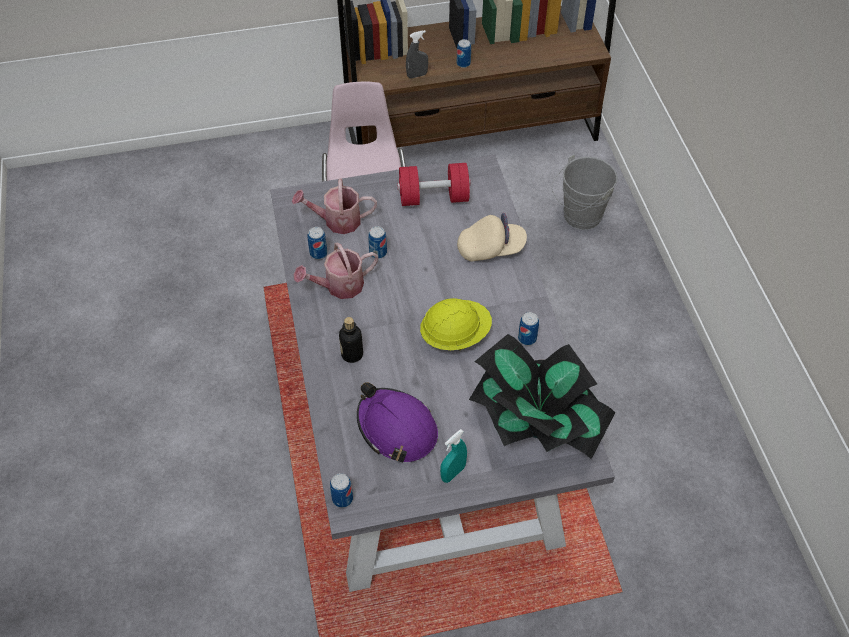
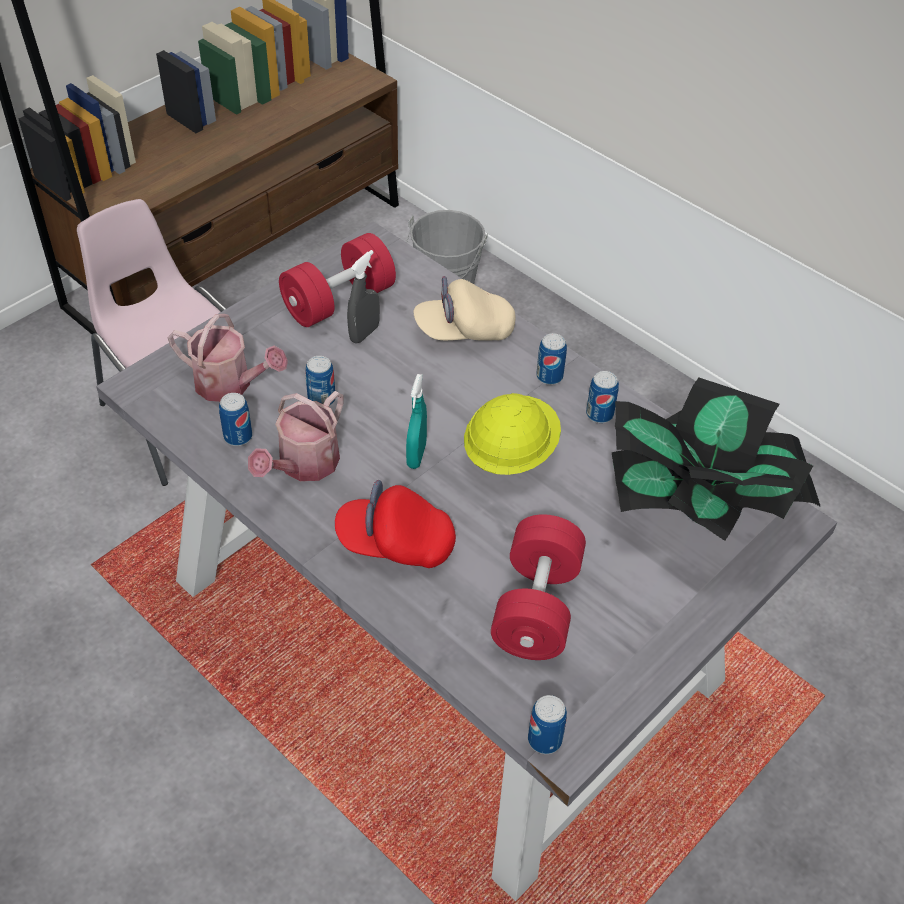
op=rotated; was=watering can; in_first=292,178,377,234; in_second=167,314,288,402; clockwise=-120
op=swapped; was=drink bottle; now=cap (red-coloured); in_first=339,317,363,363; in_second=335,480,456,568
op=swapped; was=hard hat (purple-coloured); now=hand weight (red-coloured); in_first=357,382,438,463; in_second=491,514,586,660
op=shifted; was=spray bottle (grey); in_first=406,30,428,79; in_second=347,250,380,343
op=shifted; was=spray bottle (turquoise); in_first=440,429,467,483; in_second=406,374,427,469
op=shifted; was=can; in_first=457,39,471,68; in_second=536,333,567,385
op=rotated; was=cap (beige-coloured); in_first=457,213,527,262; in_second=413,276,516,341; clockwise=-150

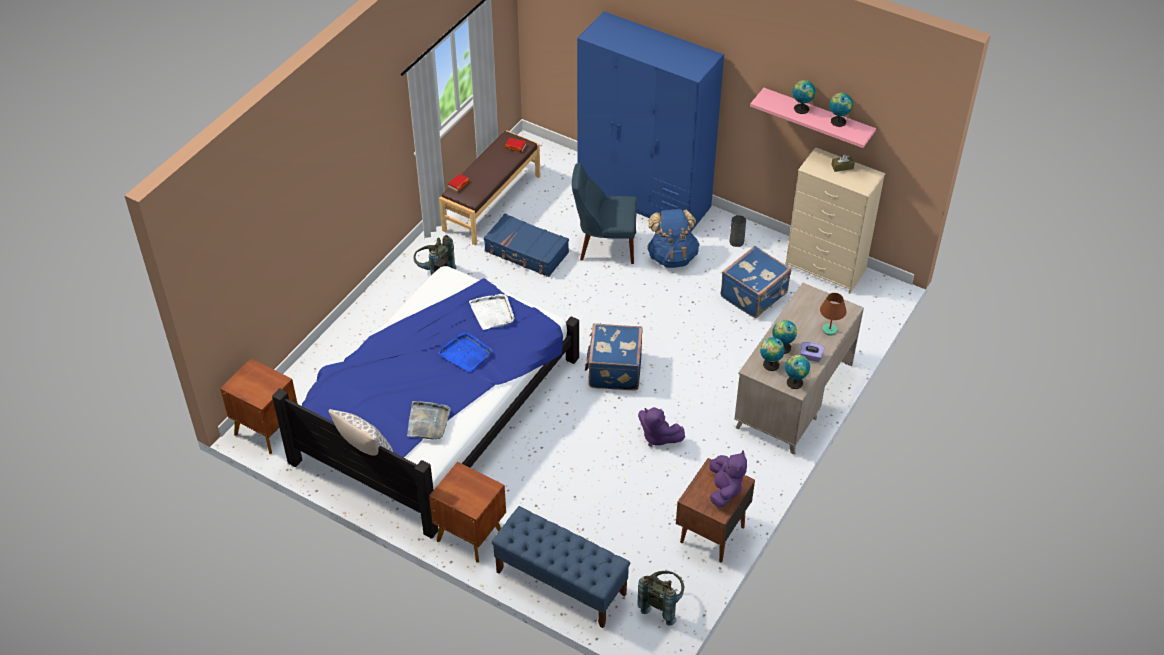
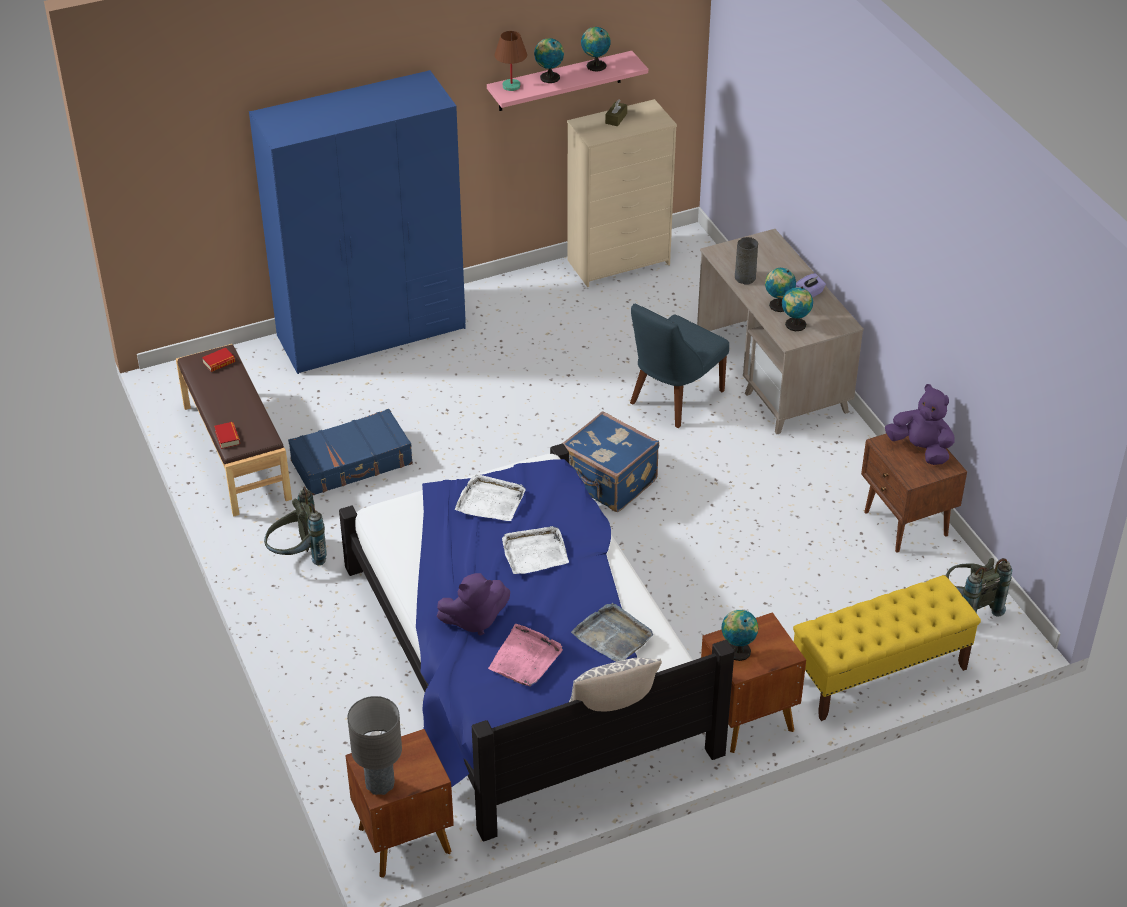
op=repainted; was=tray (blue); now=tray (white); in_first=438,332,493,372; in_second=502,526,569,574
op=repainted; was=indoor bench (blue); now=indoor bench (yellow-coloured); in_first=492,506,631,628; in_second=793,575,981,721
op=shifted; was=plain chair (blue); in_first=572,163,637,264; in_second=630,304,729,428
op=shifted; was=soft toy (purple-coloured); in_first=638,407,685,447; in_second=437,573,510,636
op=gone; was=knapsack (blue); in_first=647,209,700,268
op=gone; was=travel case (blue); in_first=721,246,791,318
op=shifted; was=flower vase (grey); in_first=729,215,746,247; in_second=735,237,758,285
op=shifted; was=world globe; in_first=785,355,810,389; in_second=722,610,758,661
op=shifted; was=table lamp (brown); in_first=820,293,847,336; in_second=494,31,527,91
op=new; now=table lamp (grey); in_second=347,696,402,795
op=new; now=tray (pink); in_second=488,624,563,686

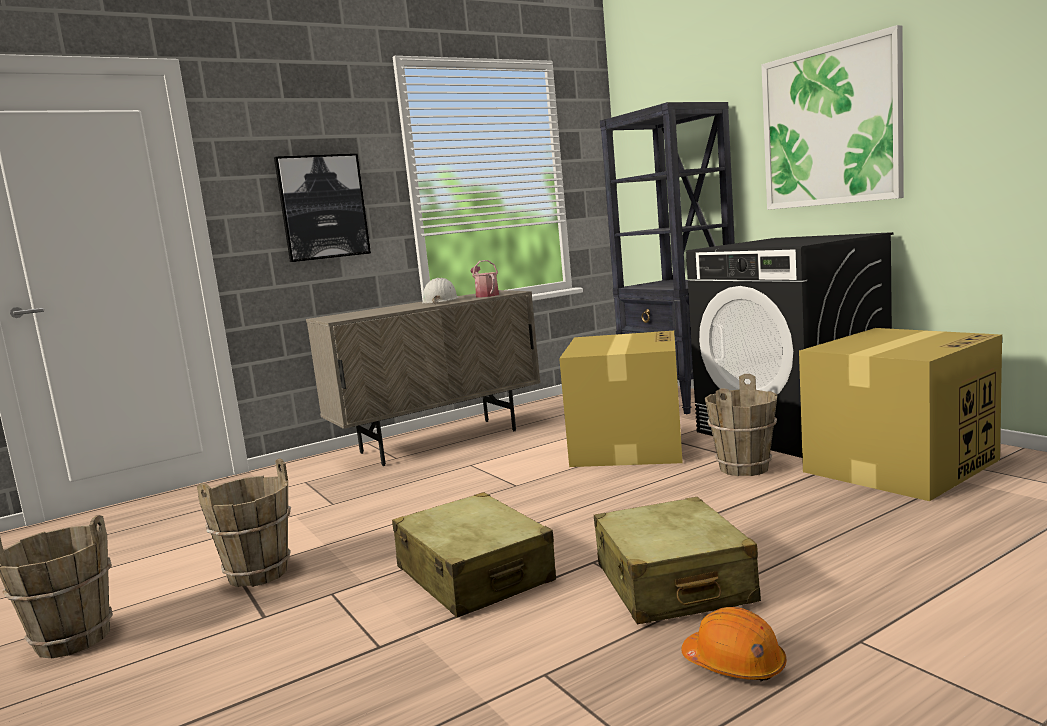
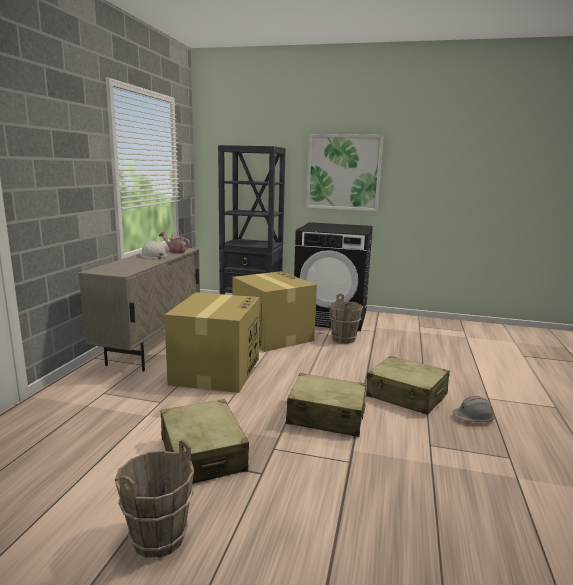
op=swapped; was=water bucket (brown); now=travel case (beige-coloured); in_first=197,458,291,587; in_second=161,399,249,484
op=gone; was=wall art; in_first=274,154,371,262
op=repainted; was=hard hat (orange-coloured); now=hard hat (grey); in_first=681,607,787,681; in_second=453,396,495,422
op=shifted; was=carton; in_first=799,328,1002,501; in_second=164,292,260,393

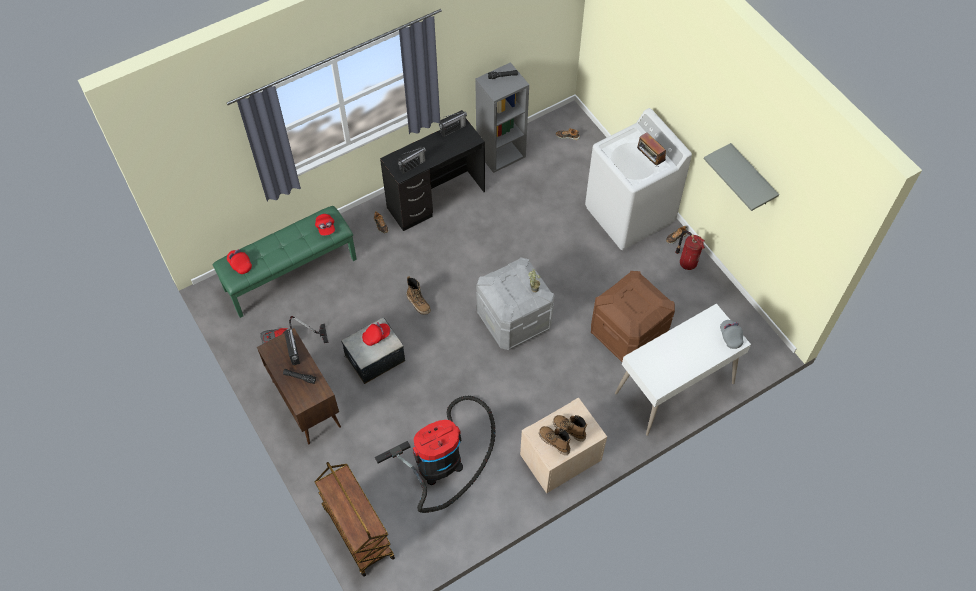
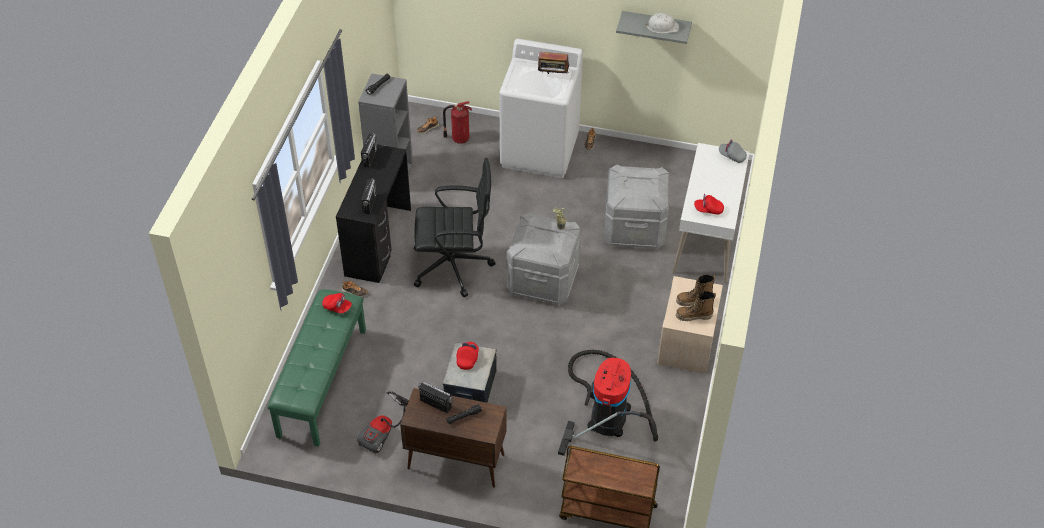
op=shifted; was=cap (red-coloured); in_first=227,249,252,274; in_second=694,194,724,214
op=gone; was=boot; in_first=407,276,431,315
op=repainted; was=storage bin (brown); now=storage bin (grey); in_first=591,271,675,362; in_second=604,165,670,249
op=shifted; was=fire extinguisher; in_first=675,231,705,270; in_second=443,101,472,144
op=new; now=desk chair (black); in_second=414,158,496,298
op=new; now=hard hat (white); in_second=645,13,679,33

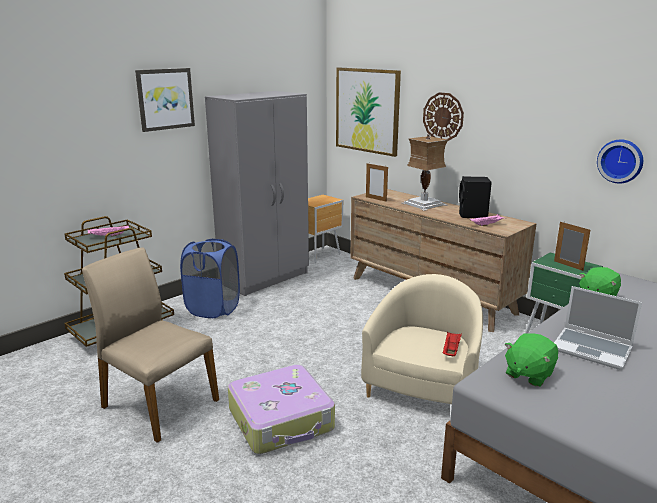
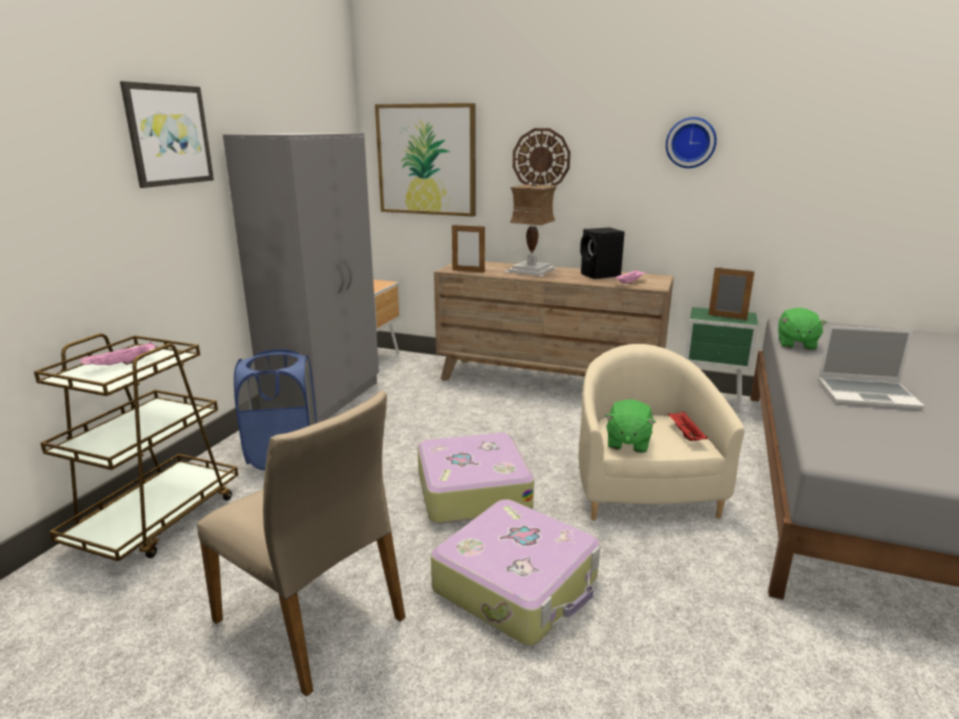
op=rotated; was=plain chair (beige-coloured); in_first=82,248,219,443; in_second=197,391,405,697; clockwise=-150
op=shifted; was=soft toy (green-coloured); in_first=504,333,558,387; in_second=605,399,656,453
op=shifted; was=clock on the wall; in_first=597,140,643,184; in_second=666,117,717,168
op=new; now=travel case; in_second=418,433,534,523

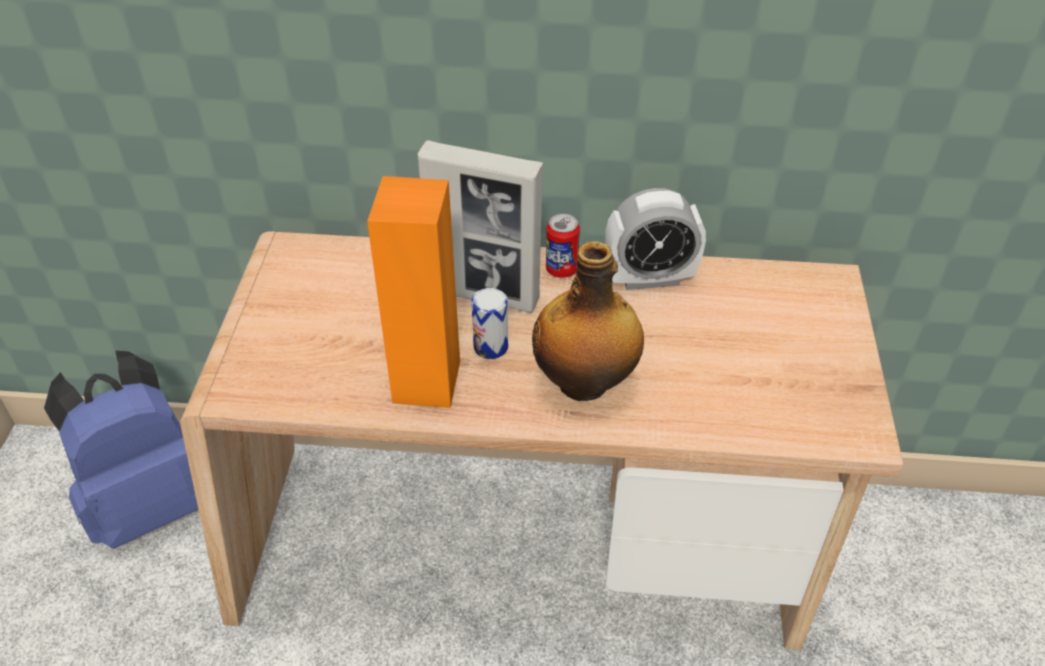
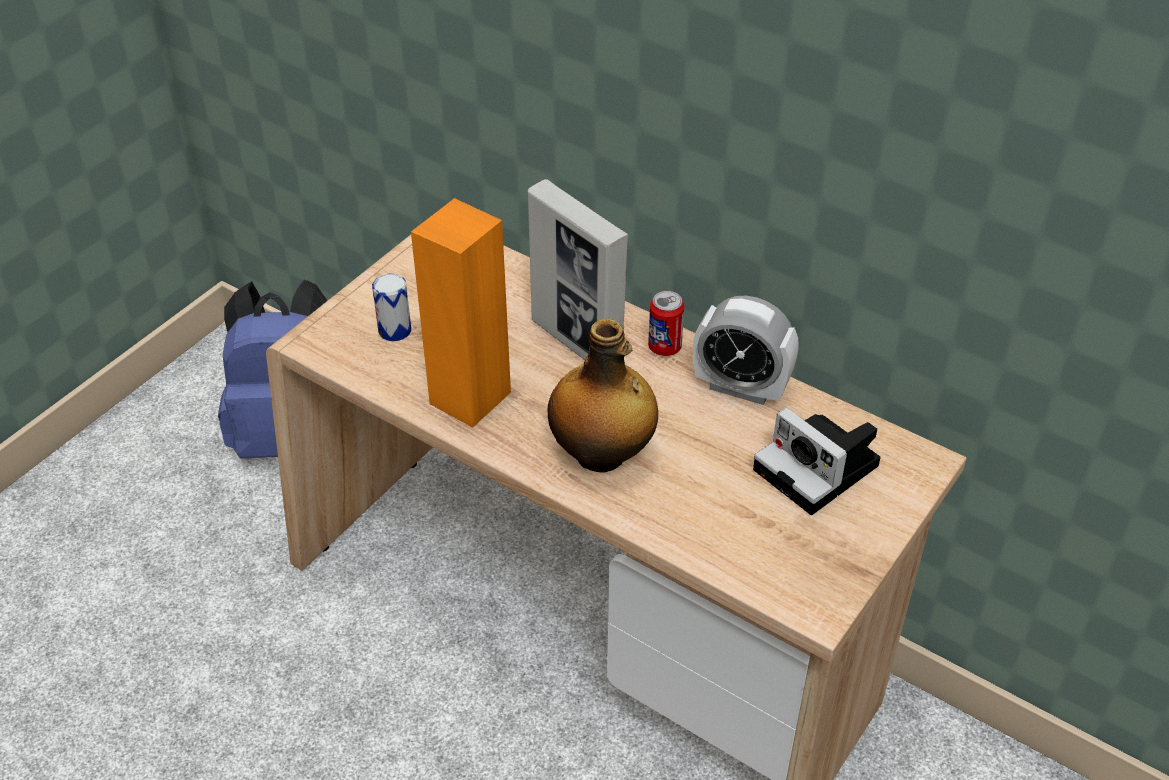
op=shifted; was=can; in_first=471,288,508,359; in_second=372,273,411,341
op=new; now=still camera; in_second=753,408,881,515

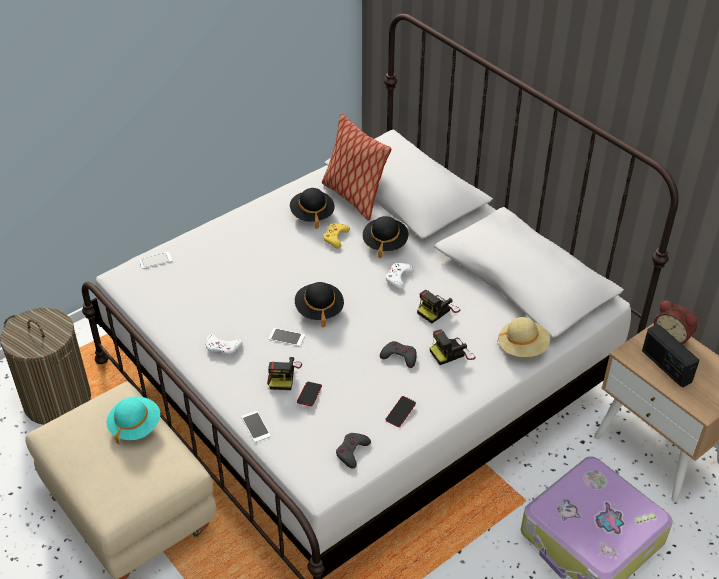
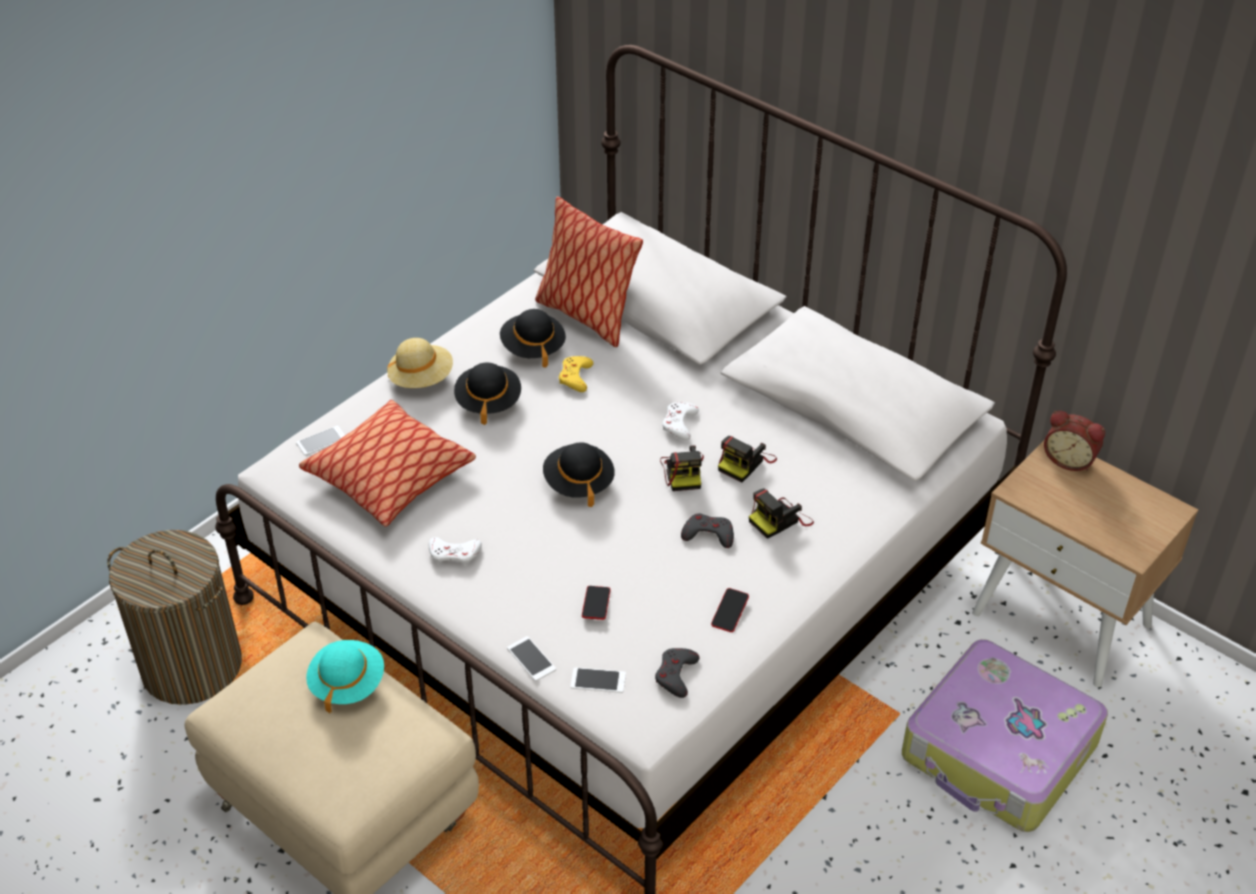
op=shifted; was=still camera; in_first=267,357,302,390; in_second=660,445,704,491
op=shifted; was=phone; in_first=268,328,305,346; in_second=571,667,626,693
op=shifted; was=wearable hat (black); in_first=363,216,408,259; in_second=454,363,521,425
op=shifted; was=wearable hat (beige-coloured); in_first=497,317,550,357; in_second=387,338,453,388
op=gone; was=radio; in_first=642,324,699,387
op=new; now=cushion; in_second=299,400,476,527

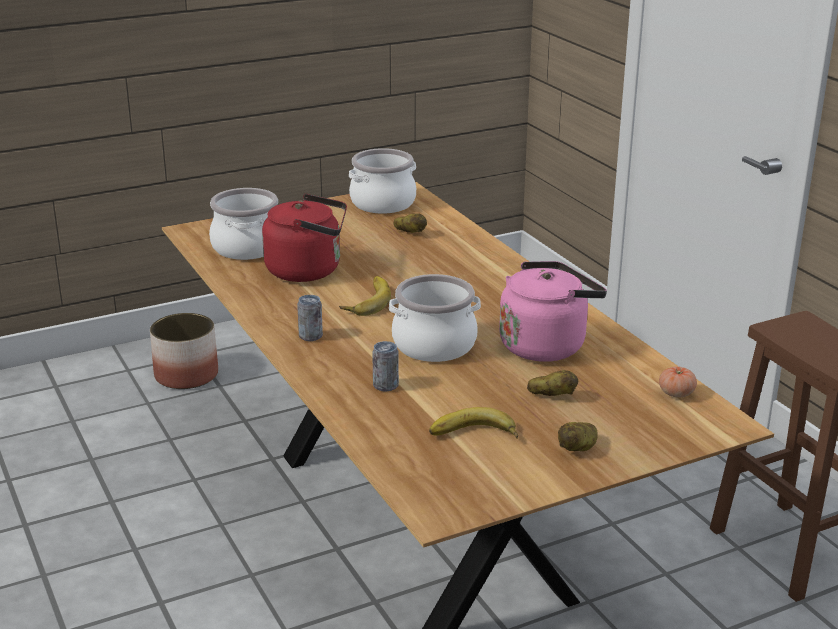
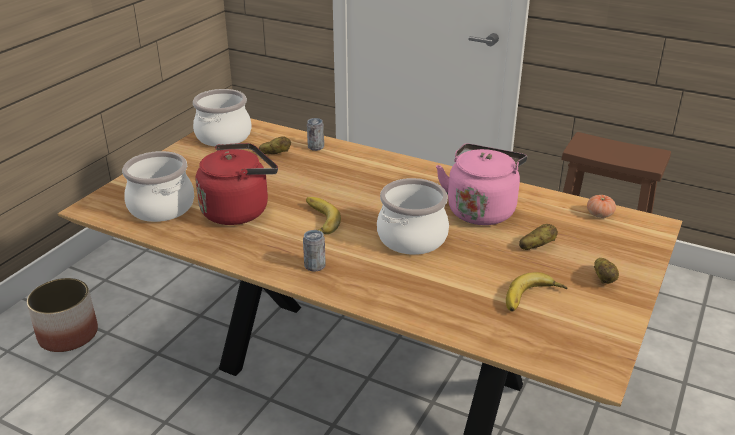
op=shifted; was=can; in_first=372,341,399,392; in_second=307,118,324,151

